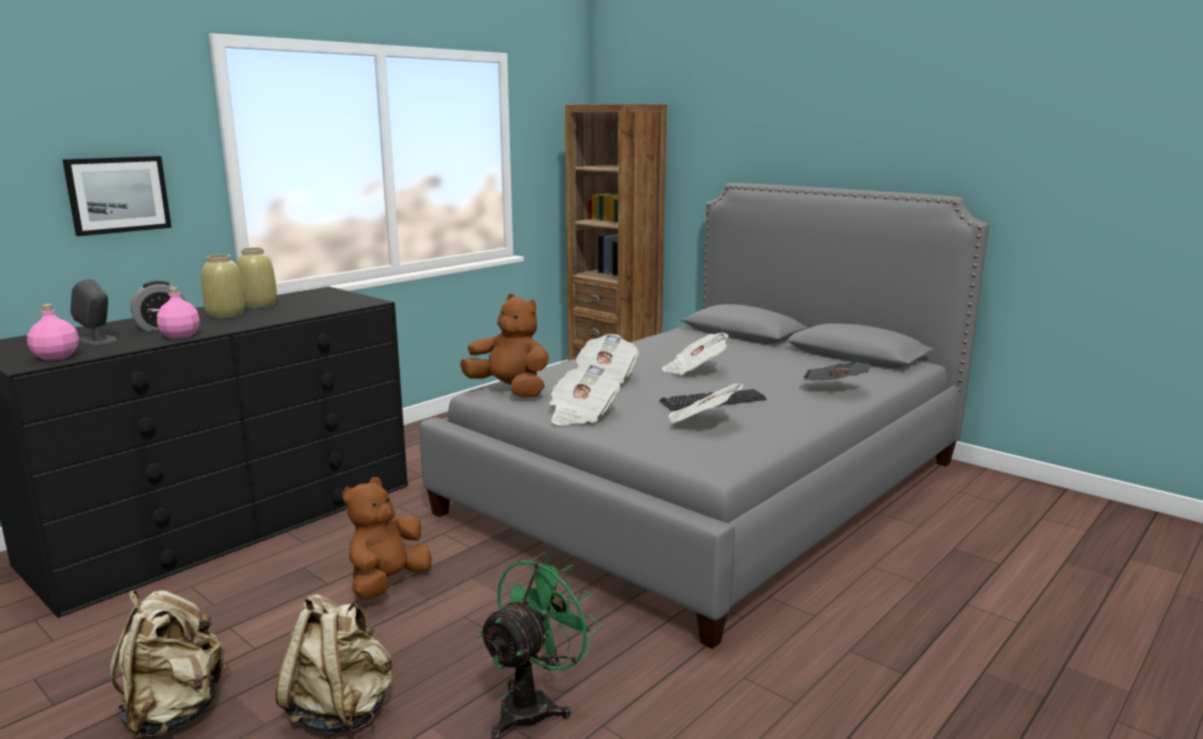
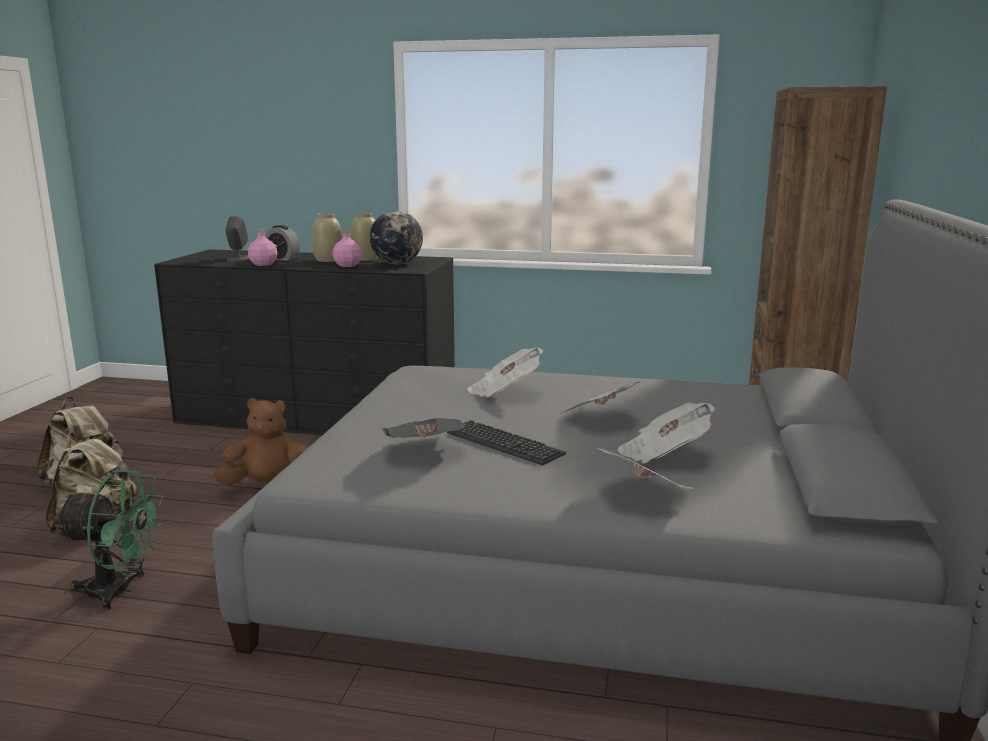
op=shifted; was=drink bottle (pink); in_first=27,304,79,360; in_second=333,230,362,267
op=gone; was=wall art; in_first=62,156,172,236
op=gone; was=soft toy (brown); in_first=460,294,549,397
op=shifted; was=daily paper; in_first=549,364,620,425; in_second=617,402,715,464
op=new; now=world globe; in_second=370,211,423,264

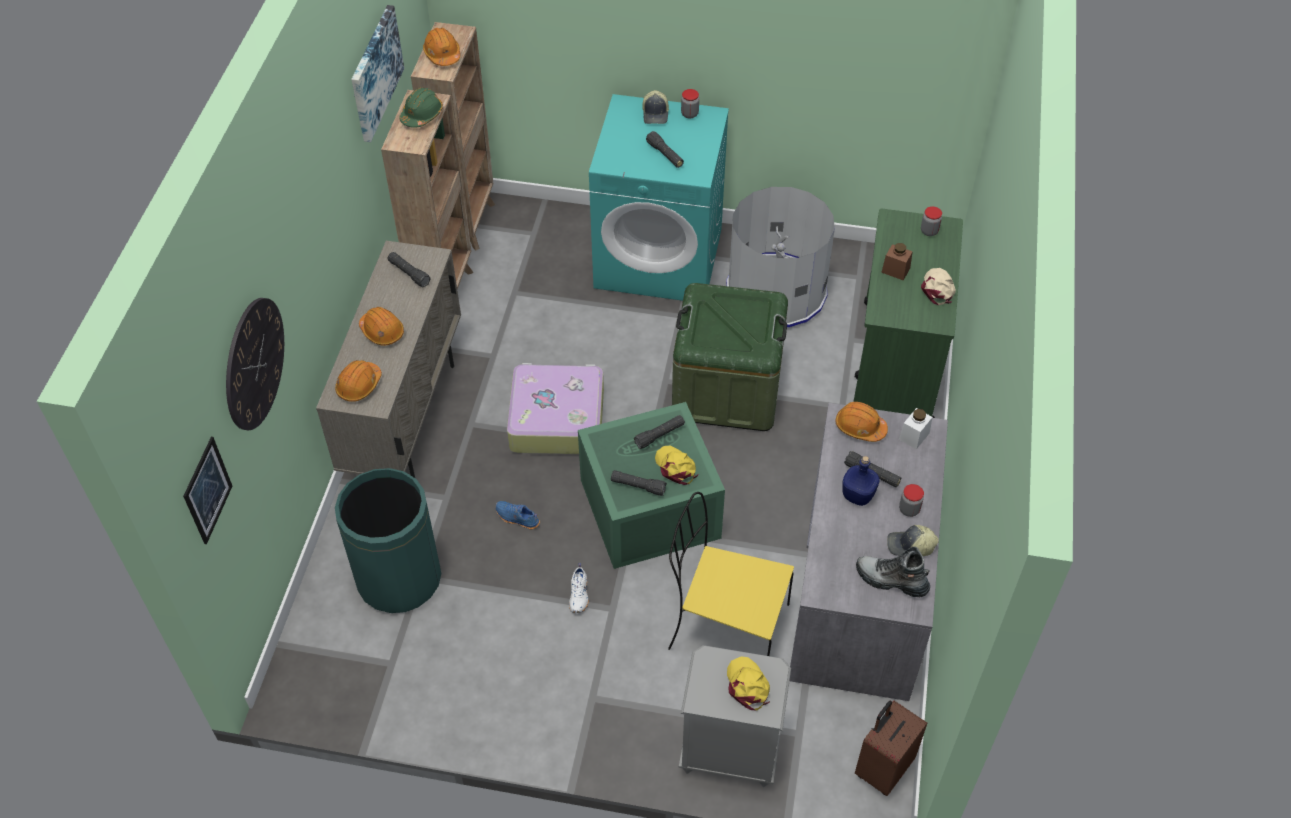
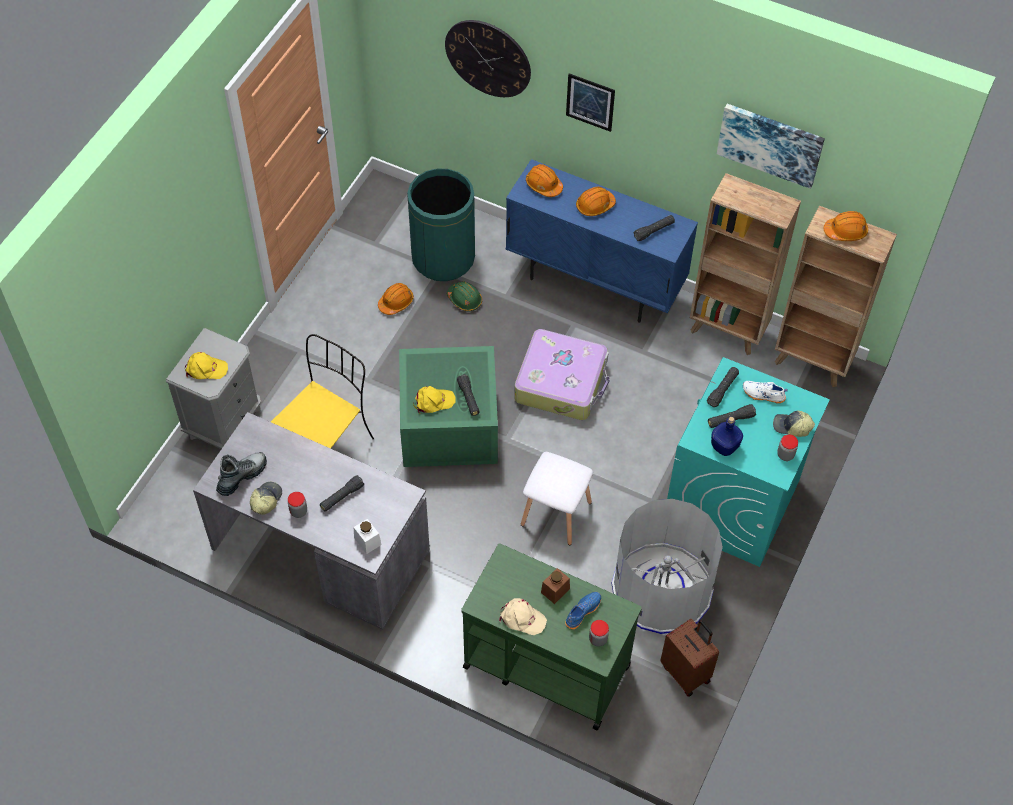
op=shifted; was=wall art; in_first=183,437,232,544; in_second=566,73,615,132
op=repainted; was=cupboard (beige-coloured); now=cupboard (blue); in_first=316,241,461,478; in_second=506,159,698,323
op=shifted; was=hard hat (green-coloured); in_first=399,88,443,128; in_second=447,281,482,311
op=shifted; was=low shoe (blue); in_first=495,501,540,529; in_second=565,592,601,629
op=shifted; was=low shoe (white); in_first=569,563,589,613; in_second=743,381,788,404
op=shifted; was=hand torch (black); in_first=611,470,667,496; in_second=707,367,739,407
op=swapped; was=storage bin (green-coloured); now=stool seat (white); in_first=672,283,788,431; in_second=521,452,593,545
op=shifted; was=hard hat (orange-coloured); in_first=835,402,888,442; in_second=378,283,414,315
op=shifted; was=drink bottle (blue); in_first=842,456,880,506; in_second=711,417,743,456
op=shifted; was=travel case (brown); in_first=855,700,928,796; in_second=661,619,719,697

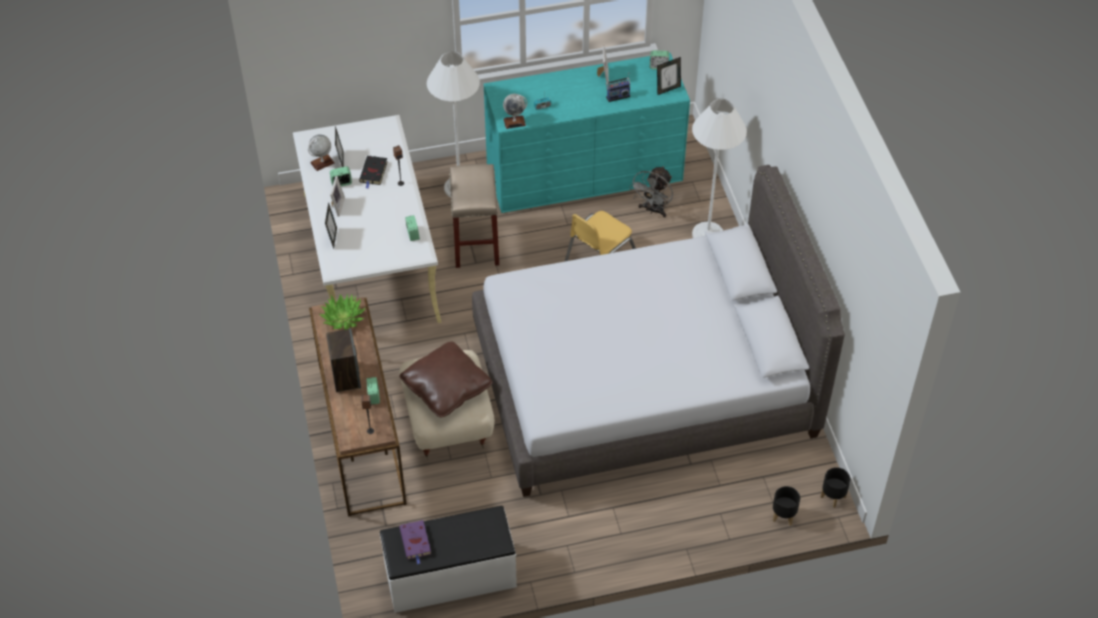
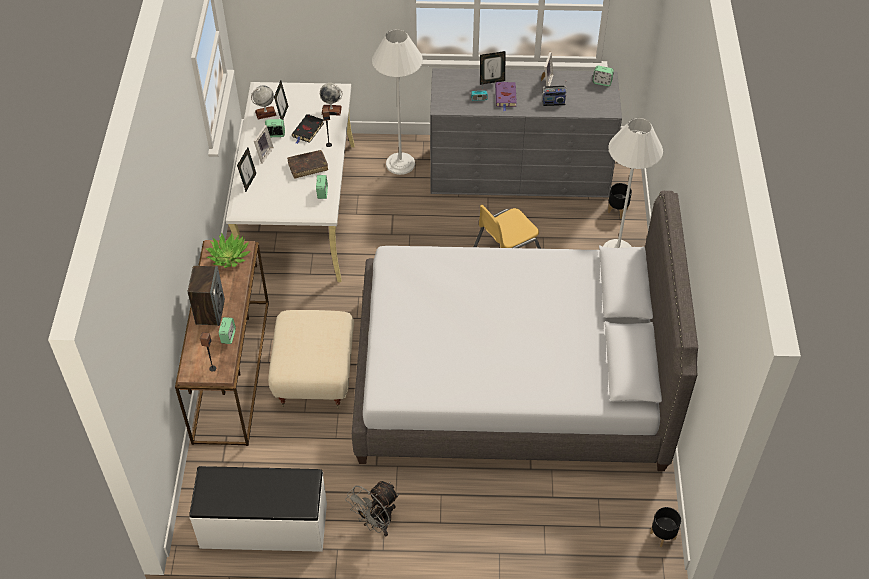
op=gone; was=cushion (brown); in_first=399,342,493,417
op=shifted; was=book (purple-coloured); in_first=399,520,431,565; in_second=495,82,517,111
op=gone; was=stool seat (beige-coloured); in_first=449,164,499,268
op=repainted; was=dresser (turquoise); now=dresser (grey); in_first=484,53,690,213; in_second=430,68,622,197
op=shifted; was=world globe; in_first=503,94,527,129; in_second=320,83,342,116
op=shifted; was=cooling fan (grey); in_first=630,166,673,218; in_second=345,481,399,536
op=shifted; was=picture frame; in_first=657,57,681,95; in_second=480,51,506,85
op=shifted; was=flower pot (black); in_first=773,486,800,526; in_second=608,183,632,218
op=new; now=book (brown); in_second=287,150,328,179

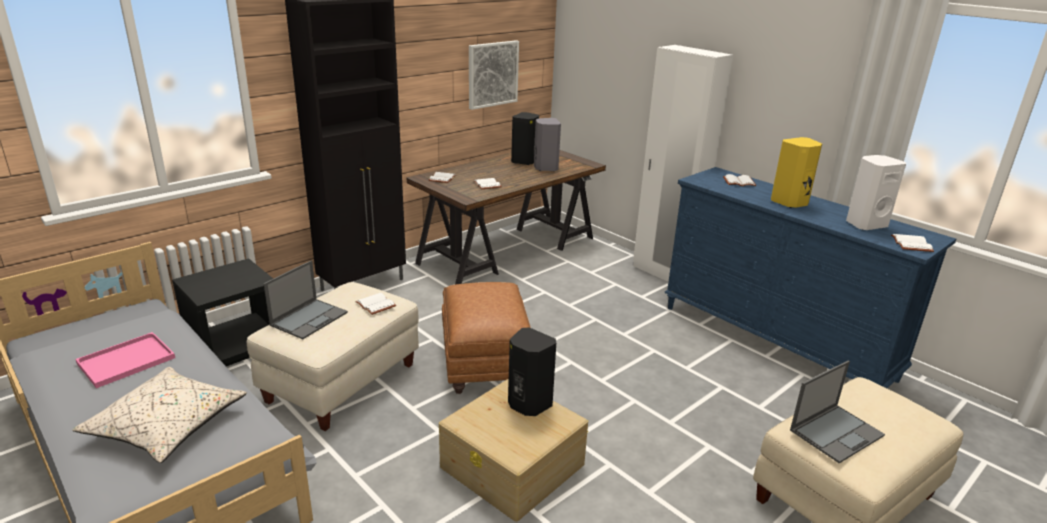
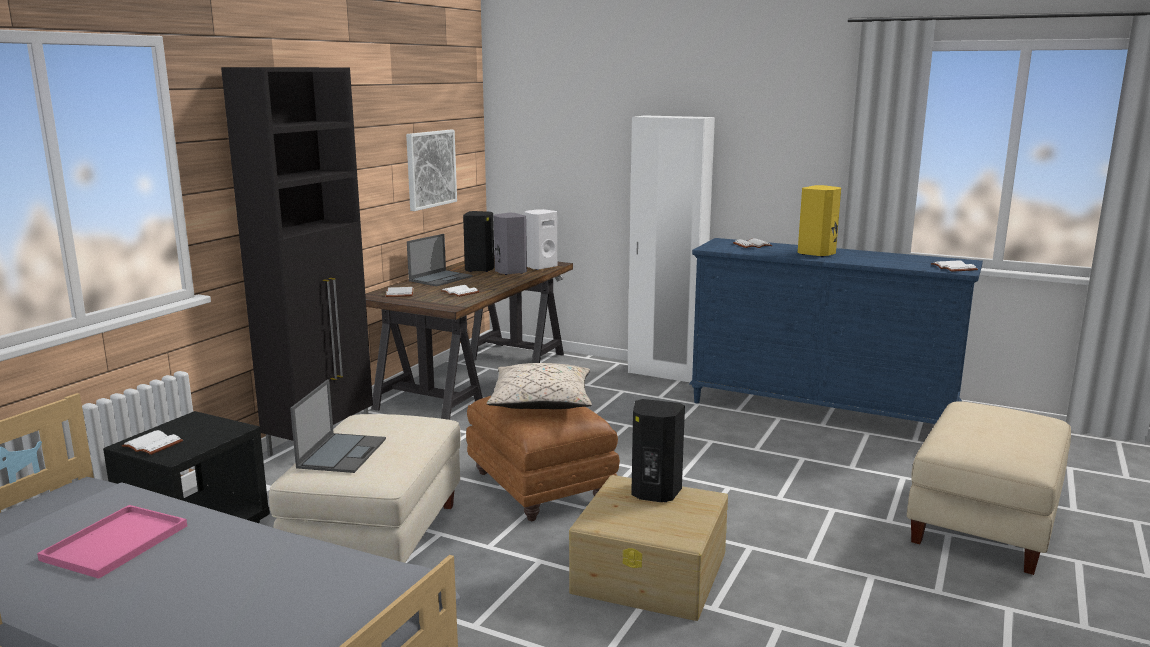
op=shifted; was=cushion (beige-coloured); in_first=72,367,247,463; in_second=487,363,592,409
op=shifted; was=book (white); in_first=355,293,396,315; in_second=122,430,183,455
op=shifted; was=laptop; in_first=790,360,885,463; in_second=407,234,473,286
op=shifted; was=speaker (white); in_first=846,155,906,230; in_second=524,209,557,270

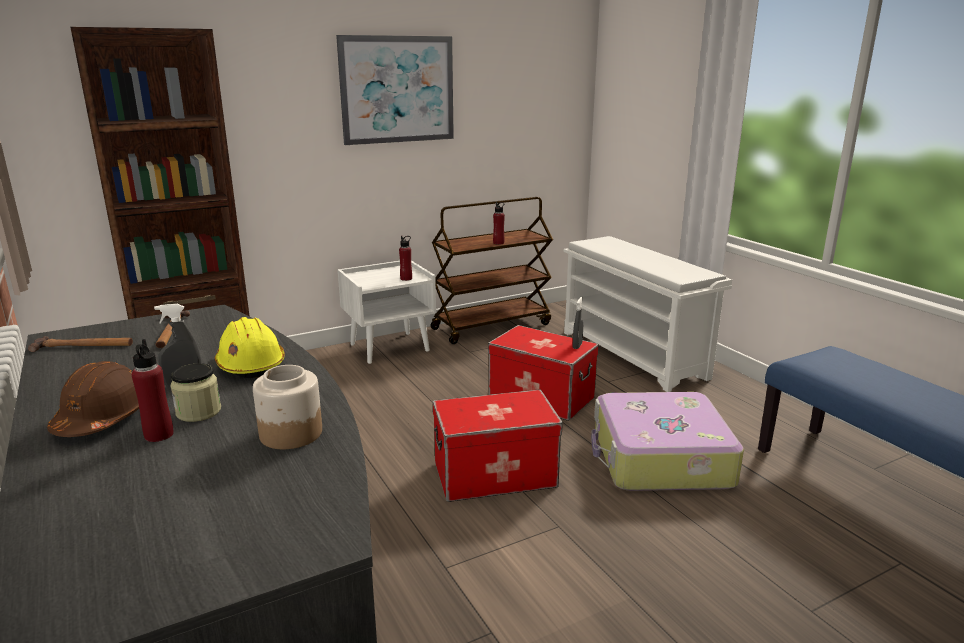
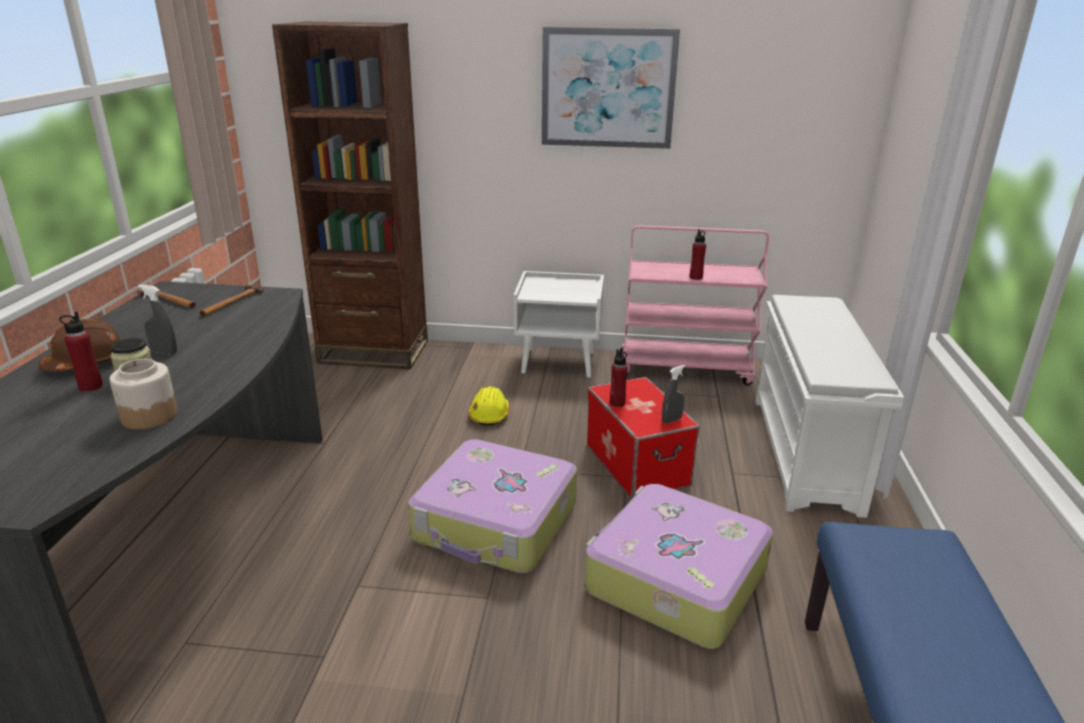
op=shifted; was=hard hat (yellow-coloured); in_first=215,317,285,378; in_second=469,386,510,426
op=shifted; was=drink bottle (red-coloured); in_first=399,236,412,281; in_second=610,349,628,407
op=repainted; was=wheeled cart (brown); now=wheeled cart (pink); in_first=430,197,553,344; in_second=620,225,769,385
op=swapped; was=storage bin; now=travel case; in_first=433,390,563,502; in_second=408,439,577,573

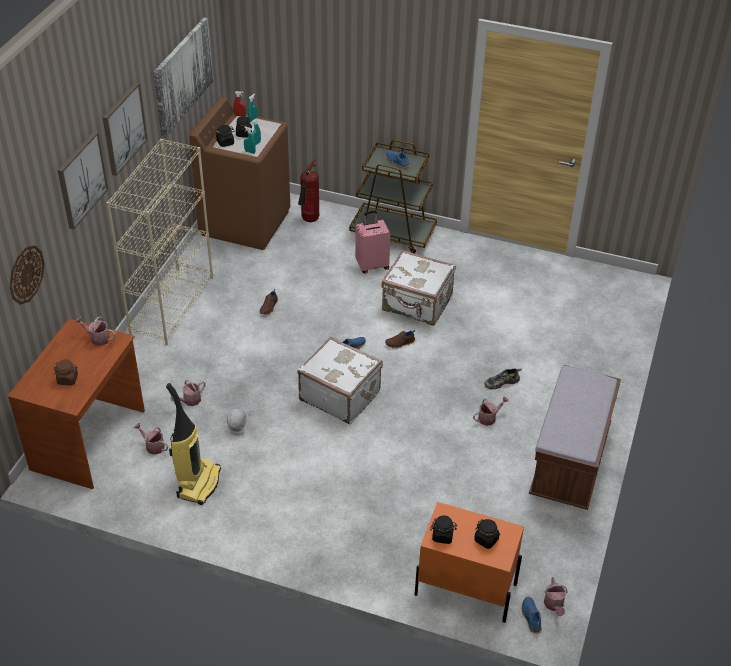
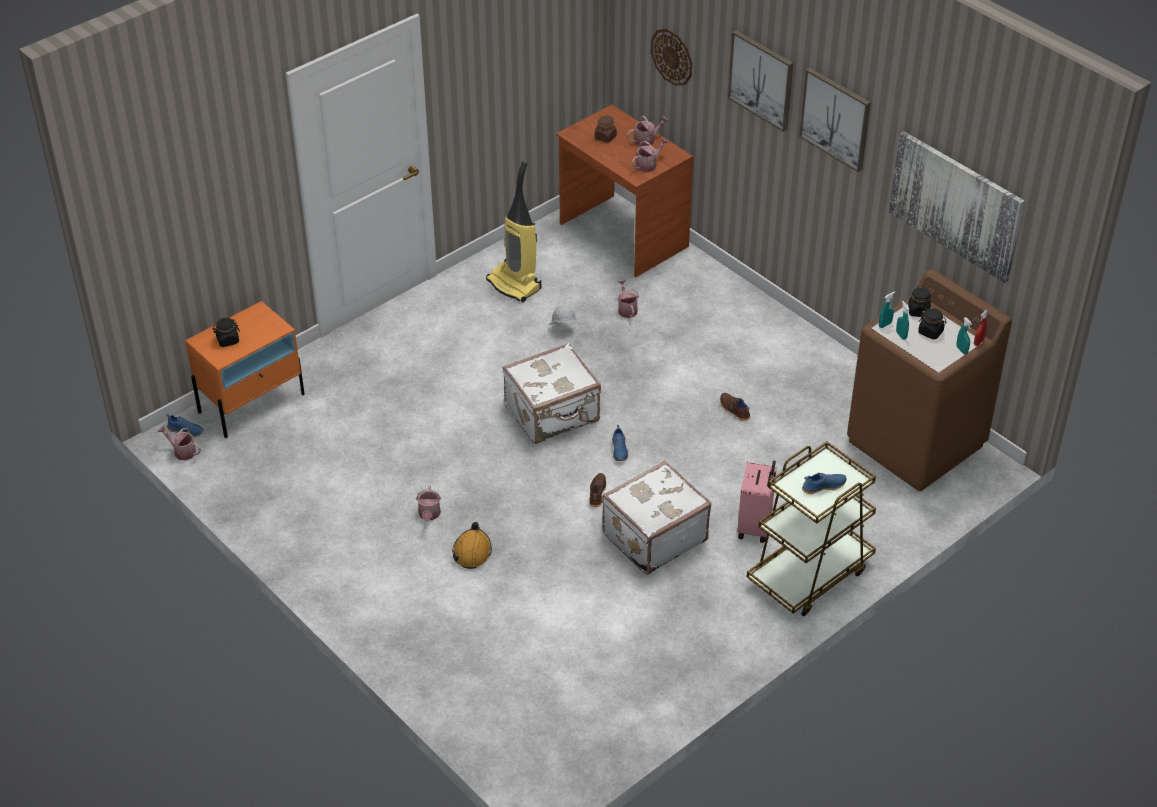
op=gone; was=bookcase (beige-coloured); in_first=106,139,213,345
op=shifted; was=watering can; in_first=134,423,168,455; in_second=627,115,669,147
op=gone; was=fire extinguisher; in_first=298,159,319,222
op=gone; was=preserve jar (black); in_first=430,515,457,544
op=swapped; was=low shoe; now=hard hat (orange-coloured); in_first=484,368,522,389; in_second=452,522,492,569
op=gone; was=indoor bench (brown); in_first=529,365,621,510

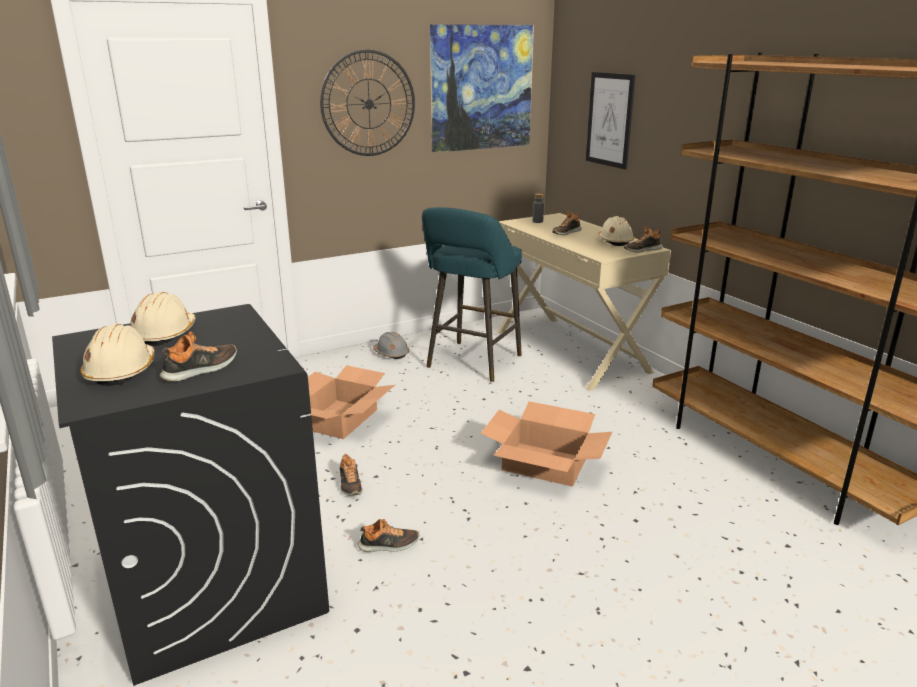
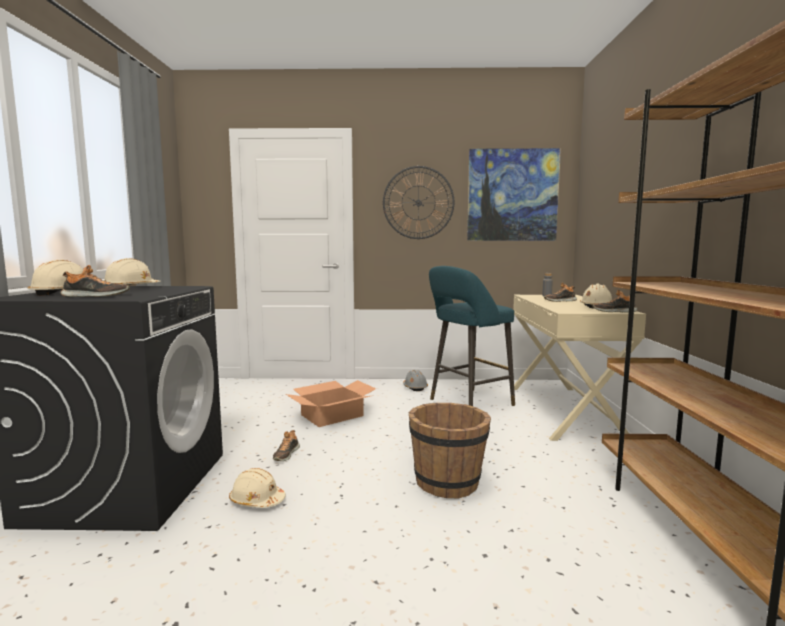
op=swapped; was=low shoe; now=hard hat (beige-coloured); in_first=358,519,419,552; in_second=229,468,286,508
op=swapped; was=carton; now=water bucket (brown); in_first=481,401,612,486; in_second=409,403,491,498
op=gone; was=wall art; in_first=586,72,635,169

